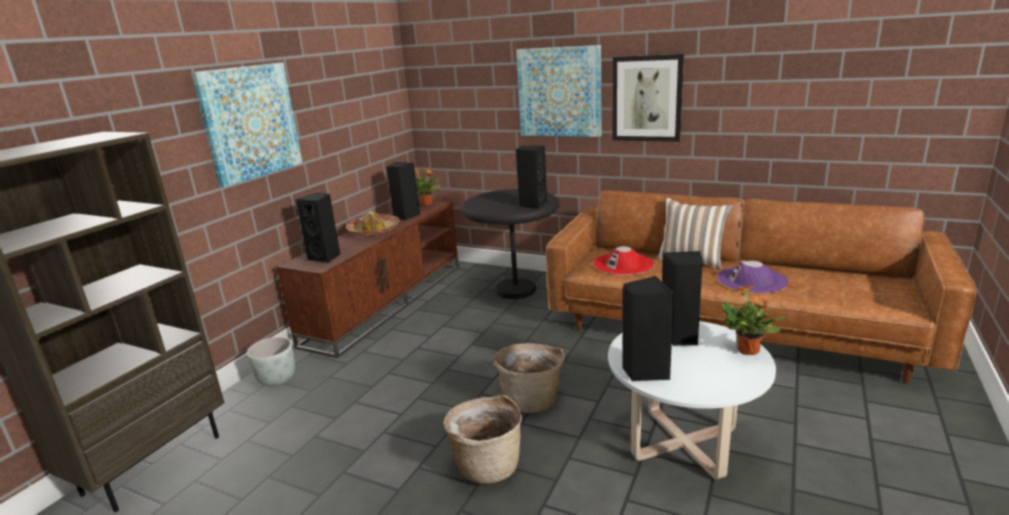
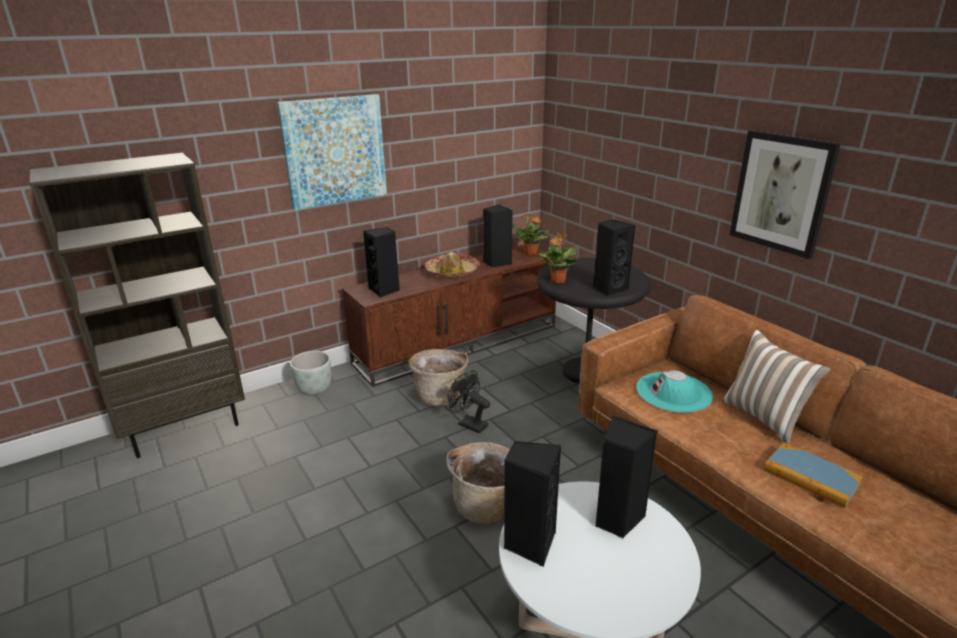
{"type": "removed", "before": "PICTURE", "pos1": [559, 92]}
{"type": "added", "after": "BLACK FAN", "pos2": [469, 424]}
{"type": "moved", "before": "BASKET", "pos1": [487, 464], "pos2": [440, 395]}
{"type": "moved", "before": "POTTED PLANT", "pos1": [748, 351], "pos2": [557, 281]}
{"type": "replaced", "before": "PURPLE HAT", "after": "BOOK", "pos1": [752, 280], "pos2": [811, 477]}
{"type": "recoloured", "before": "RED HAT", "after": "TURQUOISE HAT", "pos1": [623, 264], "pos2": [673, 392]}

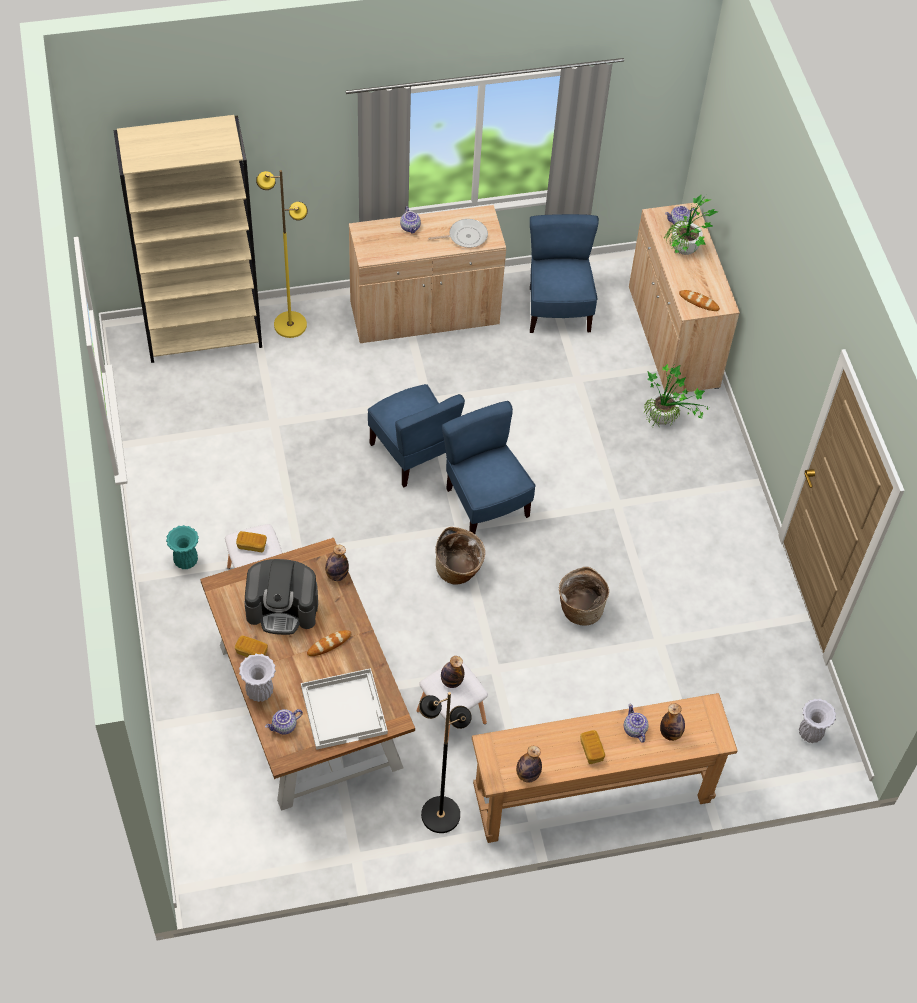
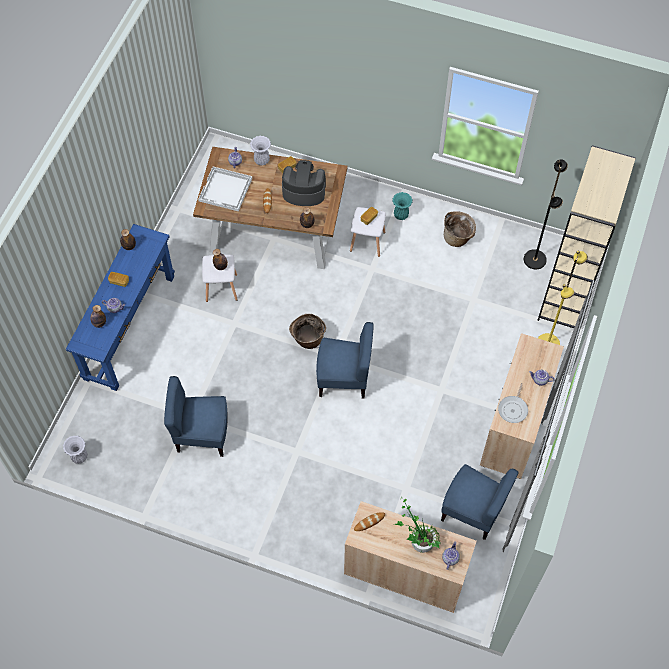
{"type": "removed", "before": "POTTED PLANT", "pos1": [667, 420]}
{"type": "moved", "before": "BLUE CHAIR", "pos1": [413, 454], "pos2": [202, 434]}
{"type": "moved", "before": "BLACK FLOOR LAMP", "pos1": [440, 814], "pos2": [535, 259]}
{"type": "moved", "before": "BASKET", "pos1": [580, 608], "pos2": [458, 238]}
{"type": "recoloured", "before": "BROWN CONSOLE TABLE", "after": "BLUE CONSOLE TABLE", "pos1": [592, 795], "pos2": [130, 327]}
{"type": "turned", "before": "COFFEE MACHINE", "pos1": [283, 608], "pos2": [303, 192], "turn": 60}

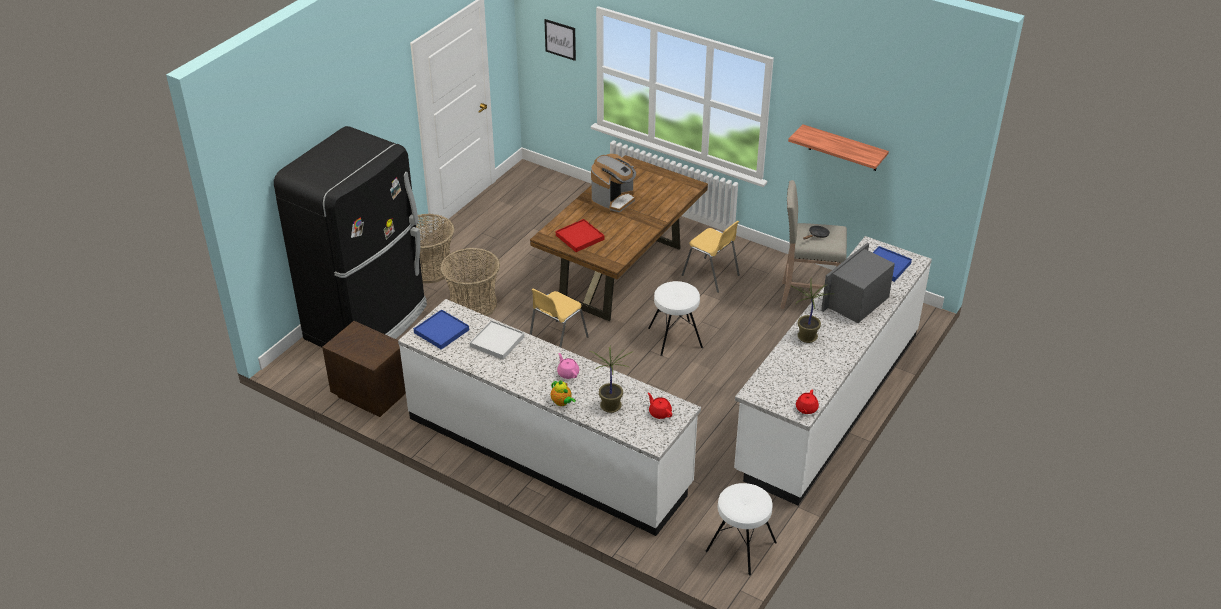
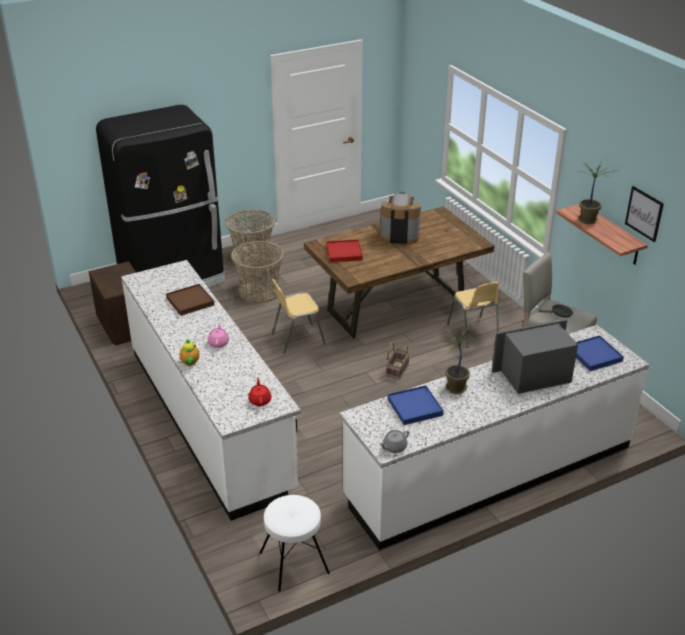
{"type": "moved", "before": "BLUE TRAY", "pos1": [441, 331], "pos2": [415, 407]}
{"type": "moved", "before": "PICTURE", "pos1": [560, 39], "pos2": [644, 213]}
{"type": "moved", "before": "POTTED PLANT", "pos1": [610, 405], "pos2": [587, 220]}
{"type": "replaced", "before": "WHITE STOOL", "after": "BASKET", "pos1": [675, 338], "pos2": [397, 370]}
{"type": "recoloured", "before": "WHITE TRAY", "after": "BROWN TRAY", "pos1": [497, 342], "pos2": [190, 301]}
{"type": "recoloured", "before": "RED TEAPOT", "after": "GREY TEAPOT", "pos1": [806, 409], "pos2": [394, 447]}
{"type": "turned", "before": "COFFEE MACHINE", "pos1": [613, 200], "pos2": [399, 235], "turn": -150}

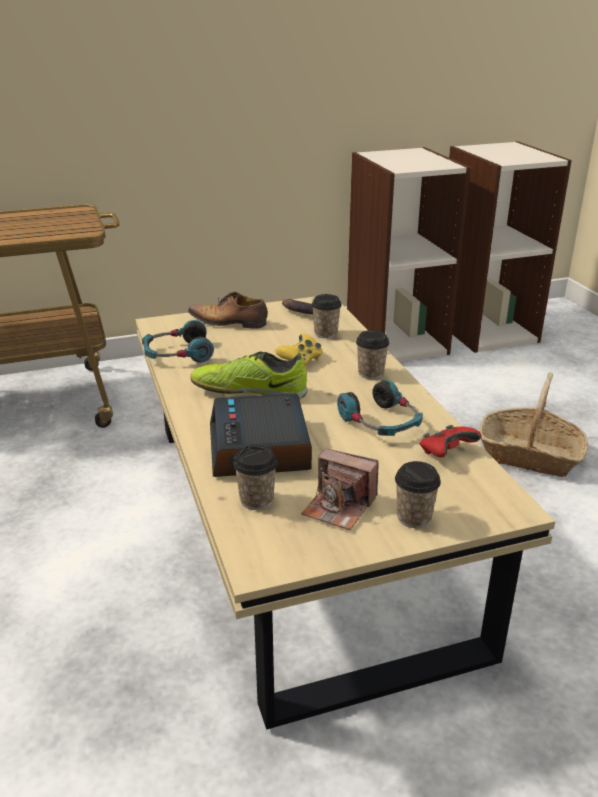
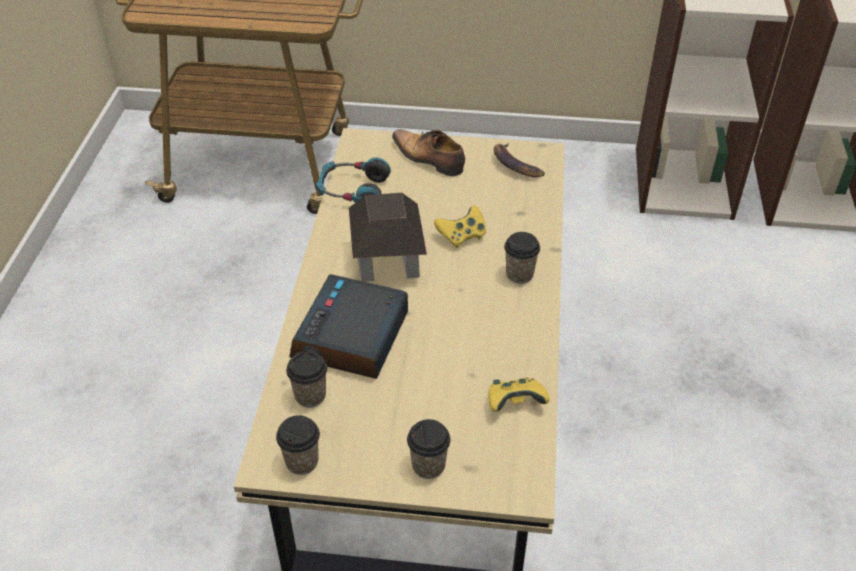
{"type": "removed", "before": "PHOTO CAMERA", "pos1": [339, 507]}
{"type": "removed", "before": "HEADPHONES", "pos1": [381, 422]}
{"type": "removed", "before": "BASKET", "pos1": [529, 455]}
{"type": "moved", "before": "CUP", "pos1": [326, 333], "pos2": [302, 461]}
{"type": "replaced", "before": "SHOE", "after": "TOY HOUSE", "pos1": [249, 391], "pos2": [387, 261]}
{"type": "recoloured", "before": "RED GAME CONTROLLER", "after": "YELLOW GAME CONTROLLER", "pos1": [446, 453], "pos2": [515, 403]}

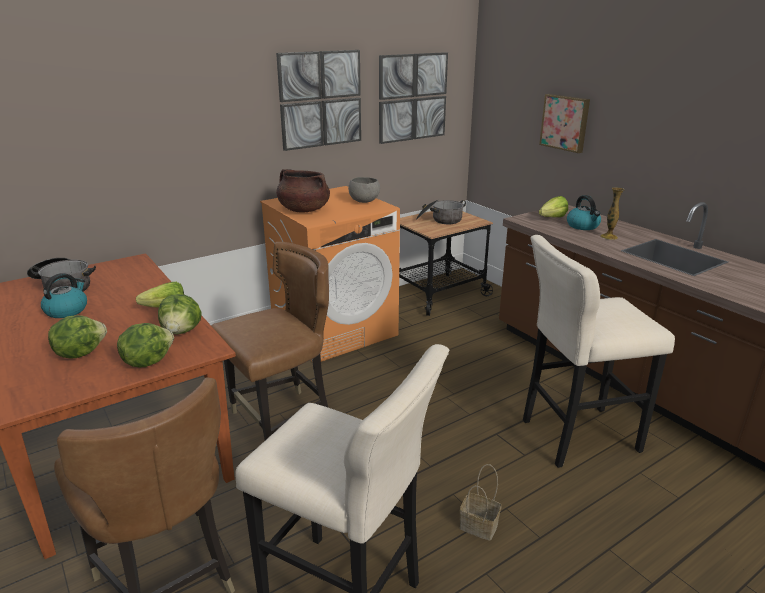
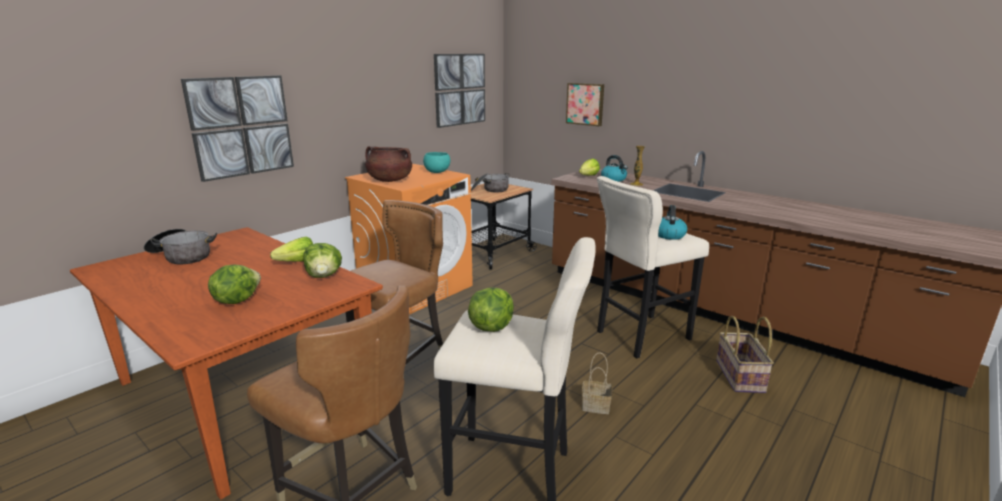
{"type": "added", "after": "BASKET", "pos2": [741, 376]}
{"type": "moved", "before": "KETTLE", "pos1": [67, 310], "pos2": [669, 235]}
{"type": "moved", "before": "LETTUCE", "pos1": [147, 361], "pos2": [491, 326]}
{"type": "moved", "before": "PICTURE", "pos1": [320, 99], "pos2": [241, 126]}
{"type": "recoloured", "before": "GREY BOWL", "after": "TURQUOISE BOWL", "pos1": [364, 201], "pos2": [437, 172]}

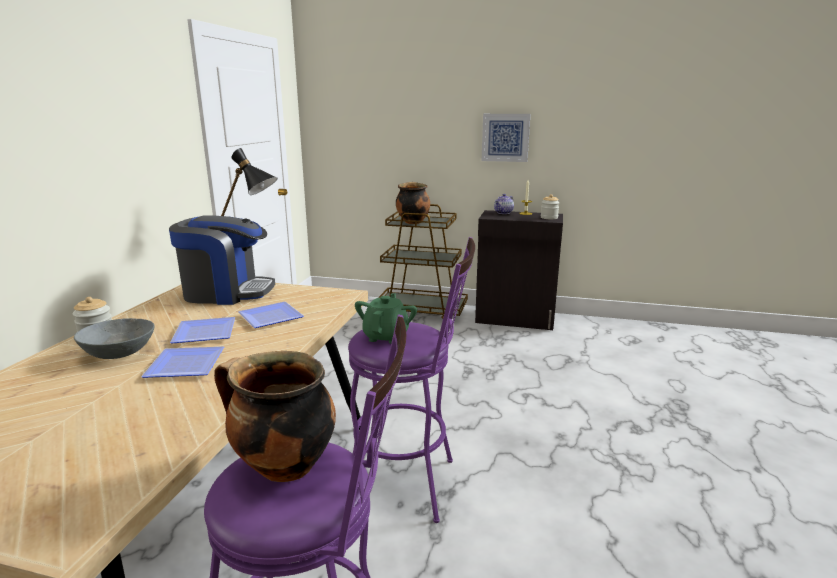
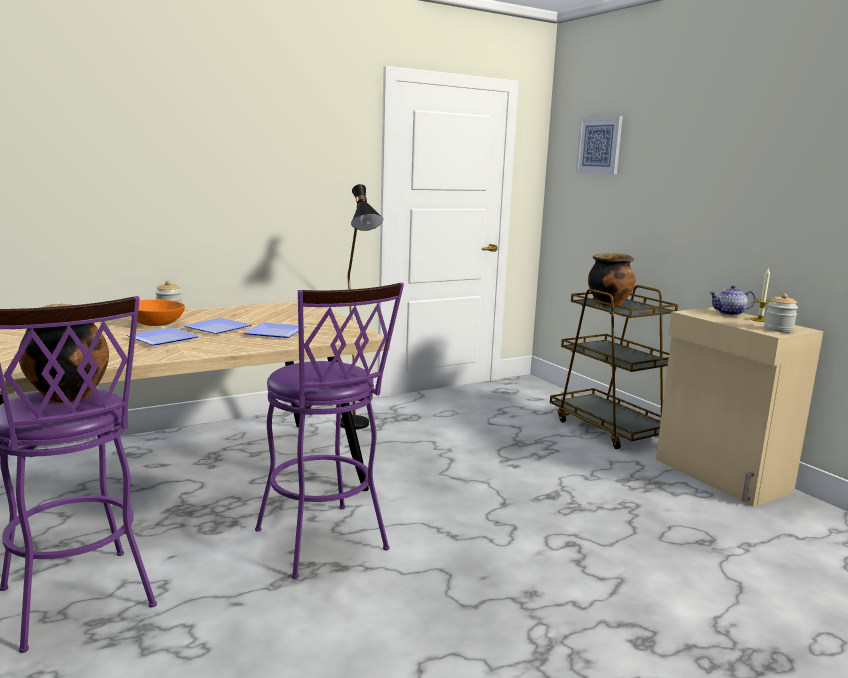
{"type": "removed", "before": "COFFEE MACHINE", "pos1": [227, 292]}
{"type": "removed", "before": "GREEN TEAPOT", "pos1": [386, 336]}
{"type": "moved", "before": "PICTURE", "pos1": [505, 137], "pos2": [599, 145]}
{"type": "recoloured", "before": "GREY BOWL", "after": "ORANGE BOWL", "pos1": [119, 353], "pos2": [155, 324]}
{"type": "recoloured", "before": "BLACK CABINET", "after": "BEIGE CABINET", "pos1": [515, 319], "pos2": [721, 476]}

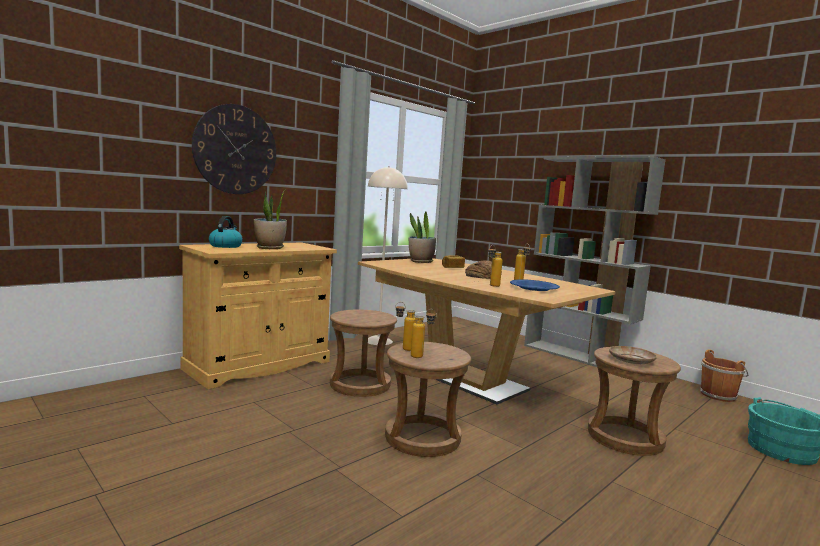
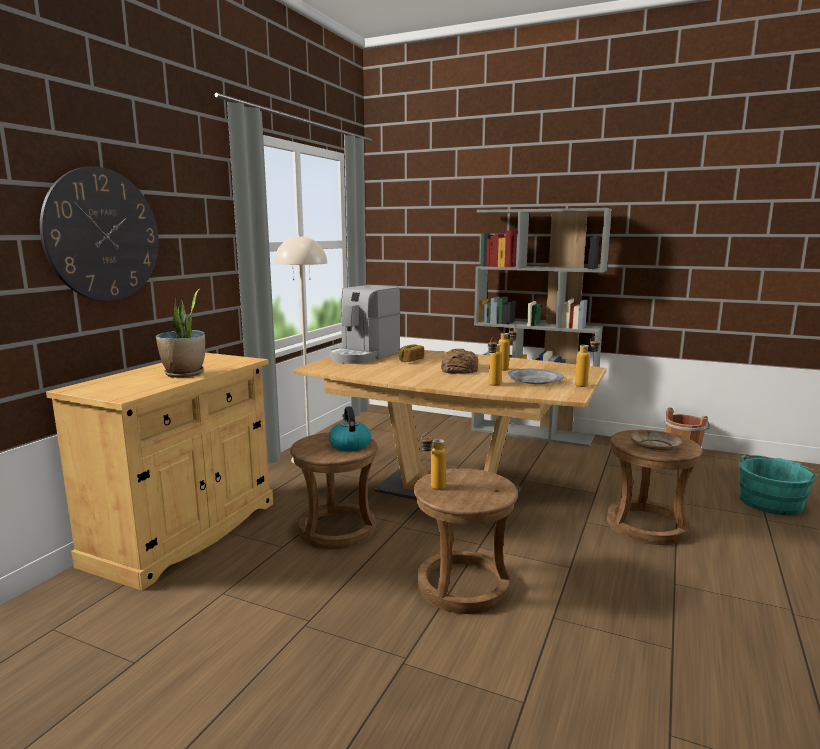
{"type": "moved", "before": "KETTLE", "pos1": [225, 246], "pos2": [349, 445]}
{"type": "moved", "before": "BOTTLE", "pos1": [421, 357], "pos2": [586, 385]}
{"type": "replaced", "before": "POTTED PLANT", "after": "COFFEE MACHINE", "pos1": [421, 262], "pos2": [363, 356]}
{"type": "recoloured", "before": "BLUE PLATE", "after": "GREY PLATE", "pos1": [533, 288], "pos2": [534, 380]}

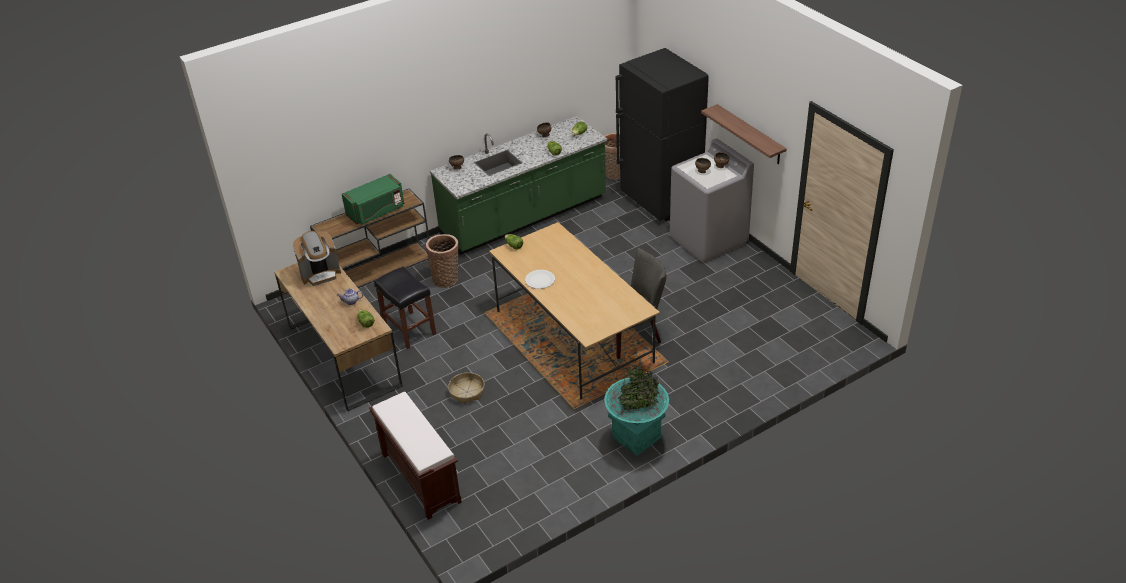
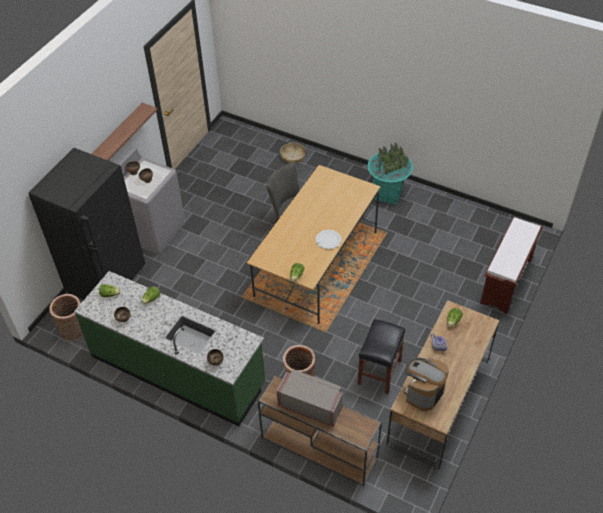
{"type": "moved", "before": "BASKET", "pos1": [467, 392], "pos2": [293, 156]}
{"type": "recoloured", "before": "GREEN MICROWAVE", "after": "GREY MICROWAVE", "pos1": [376, 212], "pos2": [311, 405]}
{"type": "turned", "before": "COFFEE MACHINE", "pos1": [320, 274], "pos2": [423, 392], "turn": -90}

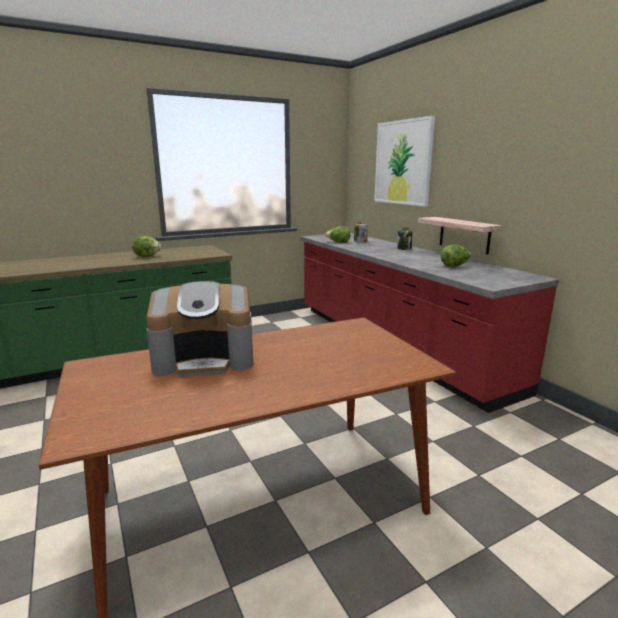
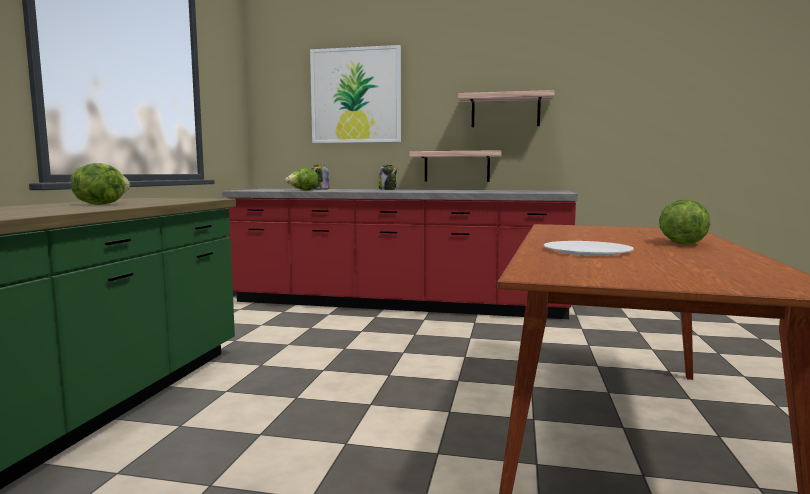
{"type": "added", "after": "SHELF", "pos2": [505, 111]}
{"type": "moved", "before": "LETTUCE", "pos1": [455, 266], "pos2": [680, 243]}
{"type": "replaced", "before": "COFFEE MACHINE", "after": "WHITE PLATE", "pos1": [205, 359], "pos2": [587, 251]}

